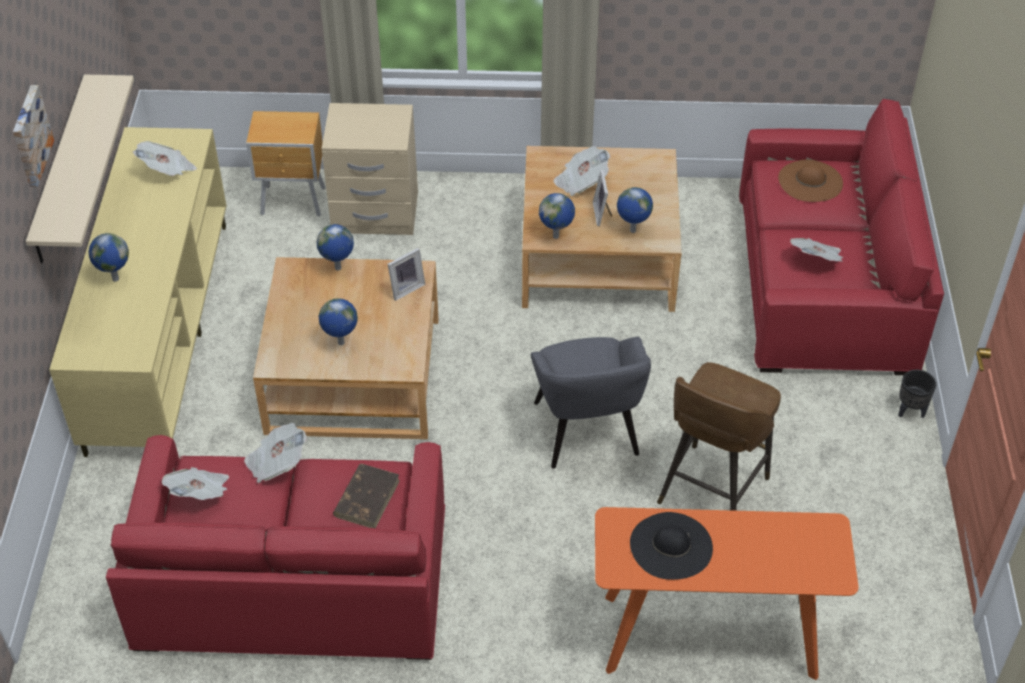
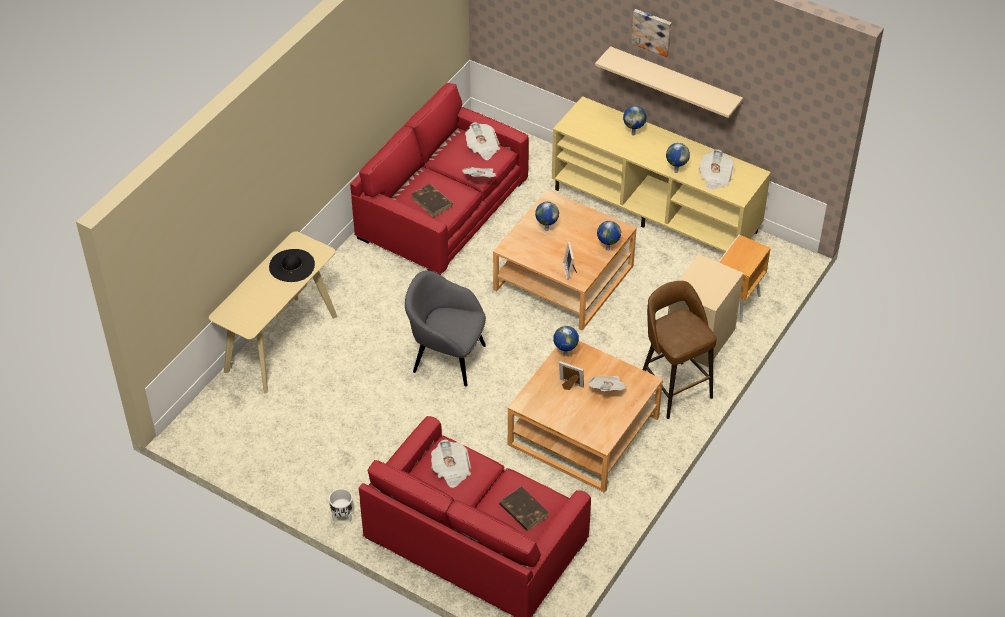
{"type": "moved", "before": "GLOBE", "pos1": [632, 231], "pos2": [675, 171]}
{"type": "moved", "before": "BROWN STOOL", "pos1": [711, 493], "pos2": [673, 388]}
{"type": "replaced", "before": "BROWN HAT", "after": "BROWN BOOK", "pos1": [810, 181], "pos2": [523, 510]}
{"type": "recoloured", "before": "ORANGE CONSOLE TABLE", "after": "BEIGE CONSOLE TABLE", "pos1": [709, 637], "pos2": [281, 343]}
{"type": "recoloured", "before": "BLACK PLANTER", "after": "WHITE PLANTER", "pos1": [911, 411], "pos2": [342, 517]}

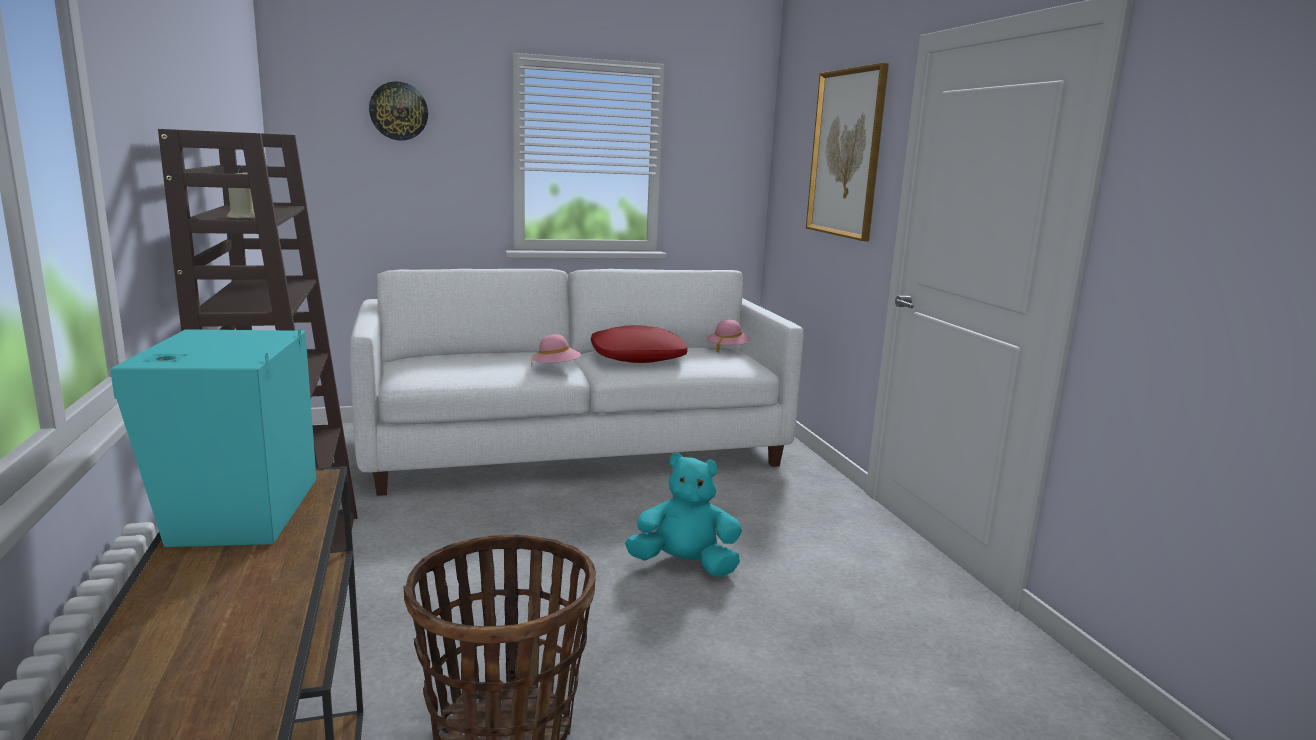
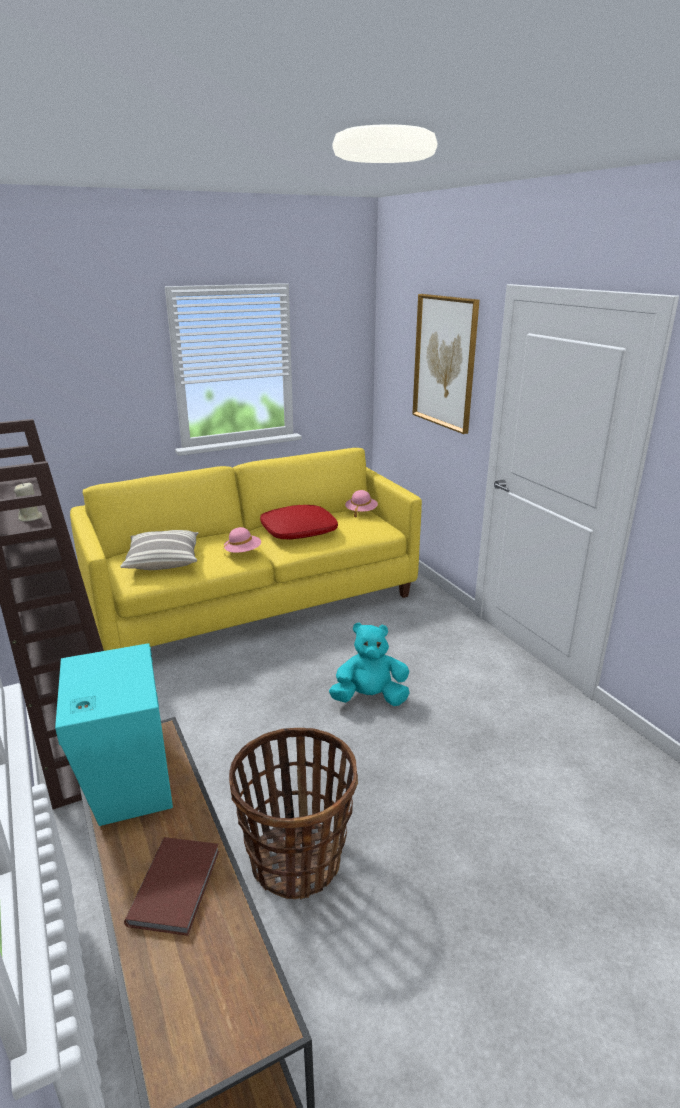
{"type": "removed", "before": "WALL CLOCK", "pos1": [399, 111]}
{"type": "added", "after": "PILLOW", "pos2": [163, 561]}
{"type": "added", "after": "BROWN BOOK", "pos2": [178, 886]}
{"type": "recoloured", "before": "WHITE SOFA", "after": "YELLOW SOFA", "pos1": [576, 449], "pos2": [256, 602]}

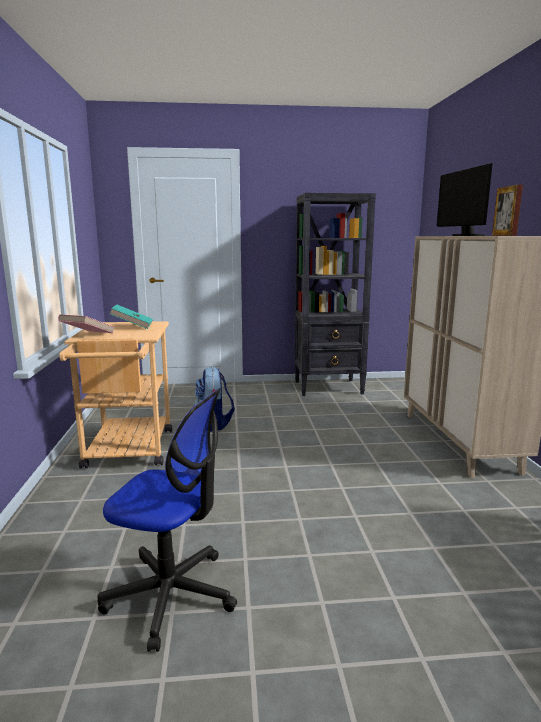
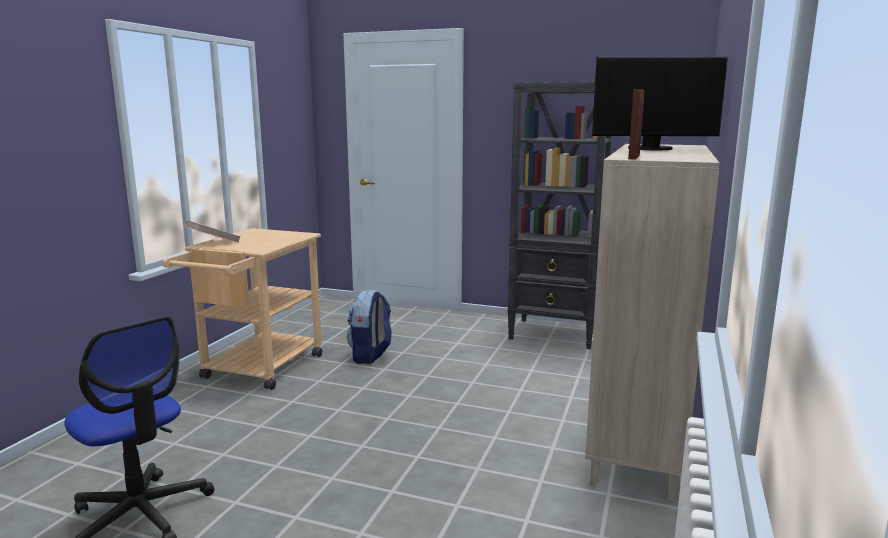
{"type": "removed", "before": "TURQUOISE BOOK", "pos1": [132, 327]}
{"type": "turned", "before": "MONITOR", "pos1": [465, 235], "pos2": [651, 149], "turn": -105}

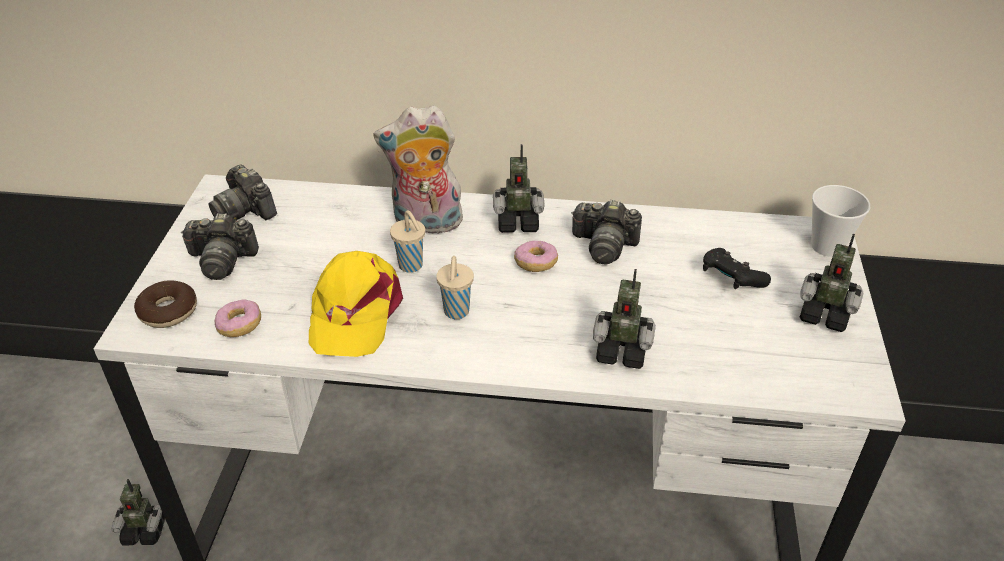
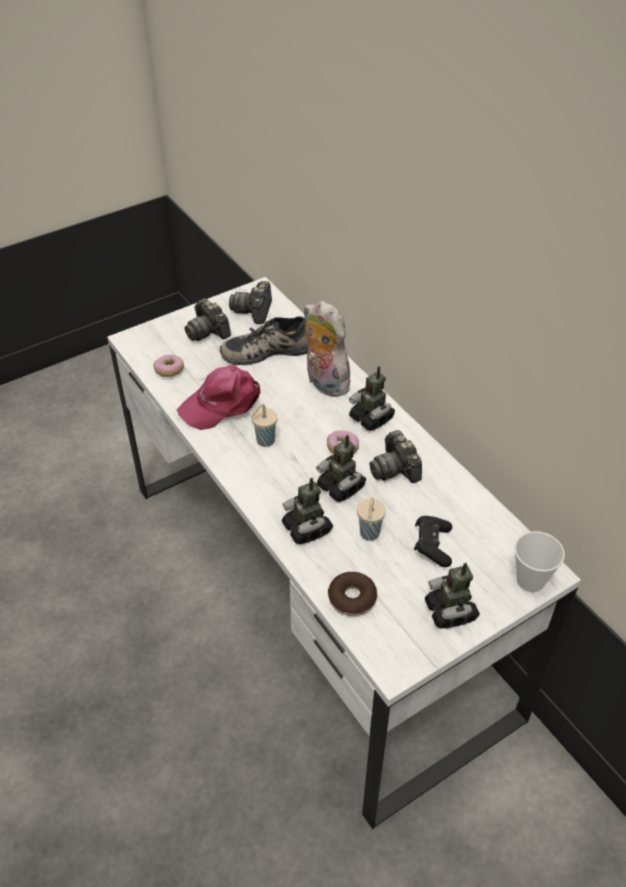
{"type": "added", "after": "SHOE", "pos2": [268, 349]}
{"type": "moved", "before": "TOY ROBOT", "pos1": [145, 530], "pos2": [341, 487]}
{"type": "moved", "before": "DONUT", "pos1": [168, 311], "pos2": [352, 598]}
{"type": "moved", "before": "BEIGE CUP", "pos1": [411, 266], "pos2": [369, 534]}
{"type": "recoloured", "before": "YELLOW CAP", "after": "PINK CAP", "pos1": [354, 312], "pos2": [222, 403]}

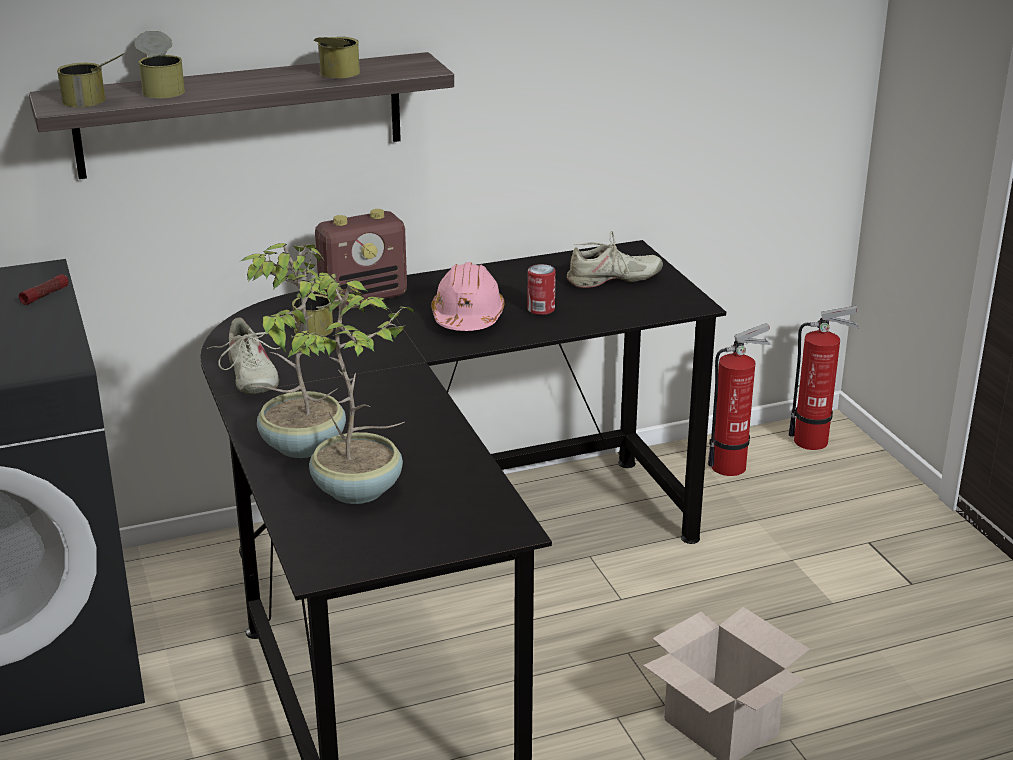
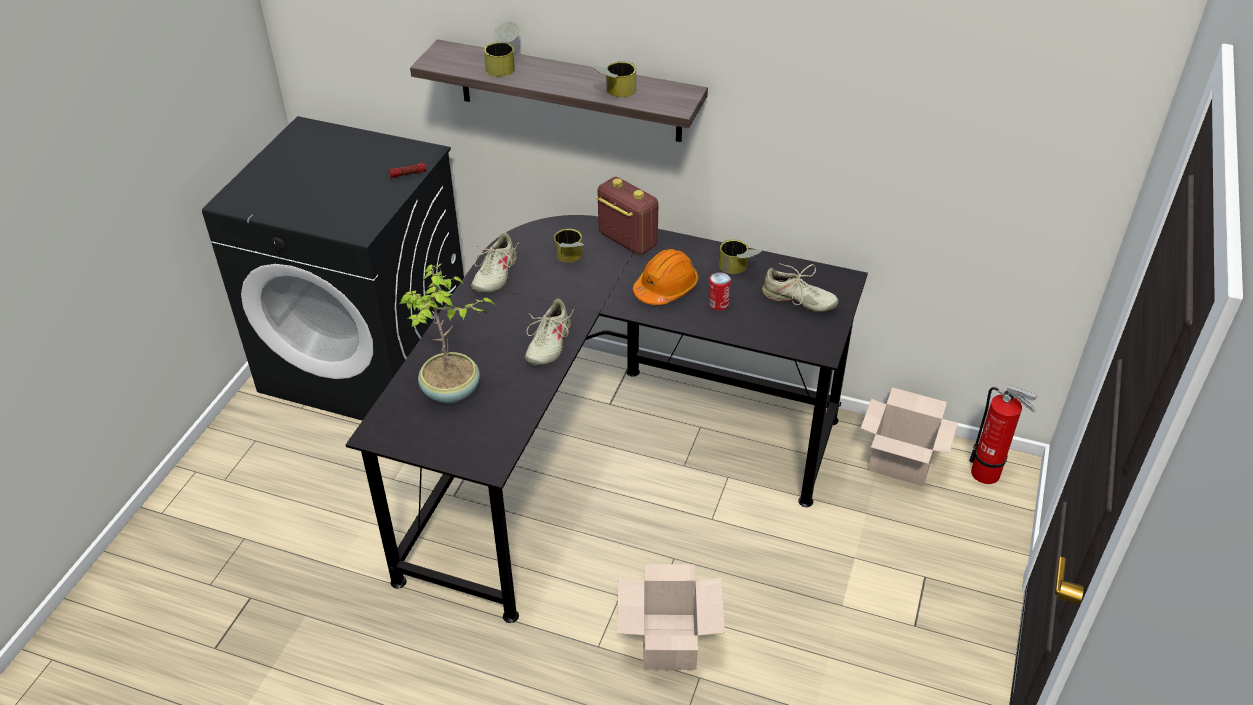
{"type": "removed", "before": "POTTED PLANT", "pos1": [300, 446]}
{"type": "added", "after": "BEIGE SHOE", "pos2": [548, 344]}
{"type": "moved", "before": "CAN", "pos1": [96, 102], "pos2": [738, 269]}
{"type": "replaced", "before": "FIRE EXTINGUISHER", "after": "CARDBOARD BOX", "pos1": [733, 466], "pos2": [902, 462]}
{"type": "recoloured", "before": "PINK HARD HAT", "after": "ORANGE HARD HAT", "pos1": [467, 317], "pos2": [666, 288]}
{"type": "turned", "before": "RADIO", "pos1": [364, 297], "pos2": [627, 240], "turn": -150}

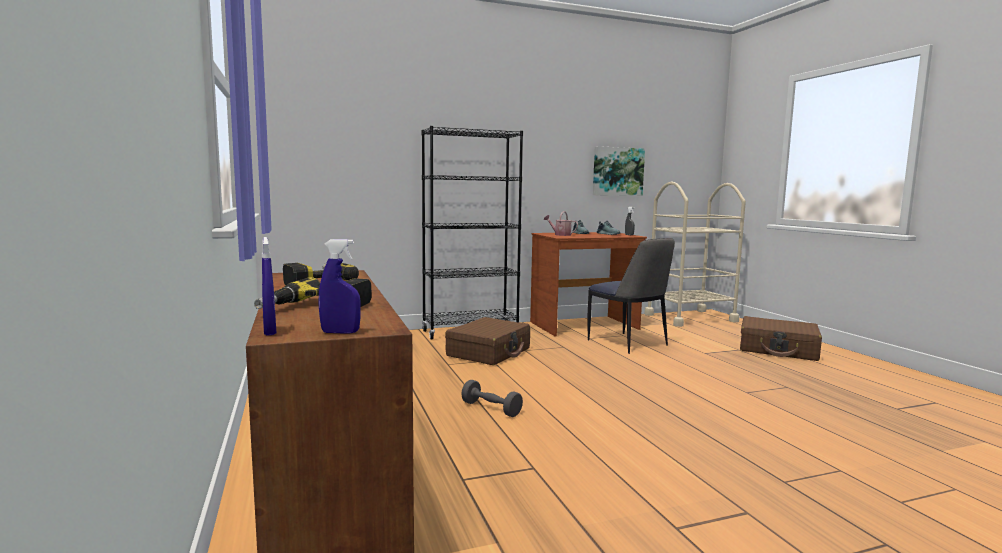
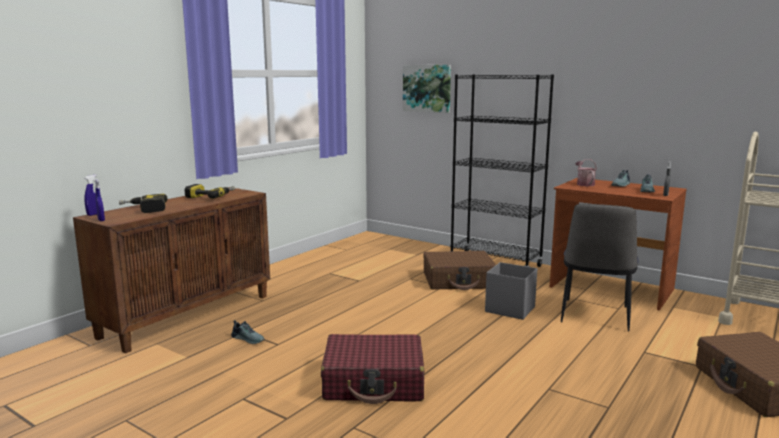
{"type": "removed", "before": "GREY DUMBBELL", "pos1": [491, 409]}
{"type": "added", "after": "SHOE", "pos2": [248, 339]}
{"type": "added", "after": "RED SUITCASE", "pos2": [374, 382]}
{"type": "added", "after": "GREY STORAGE BOX", "pos2": [509, 309]}
{"type": "moved", "before": "PICTURE", "pos1": [617, 171], "pos2": [427, 88]}

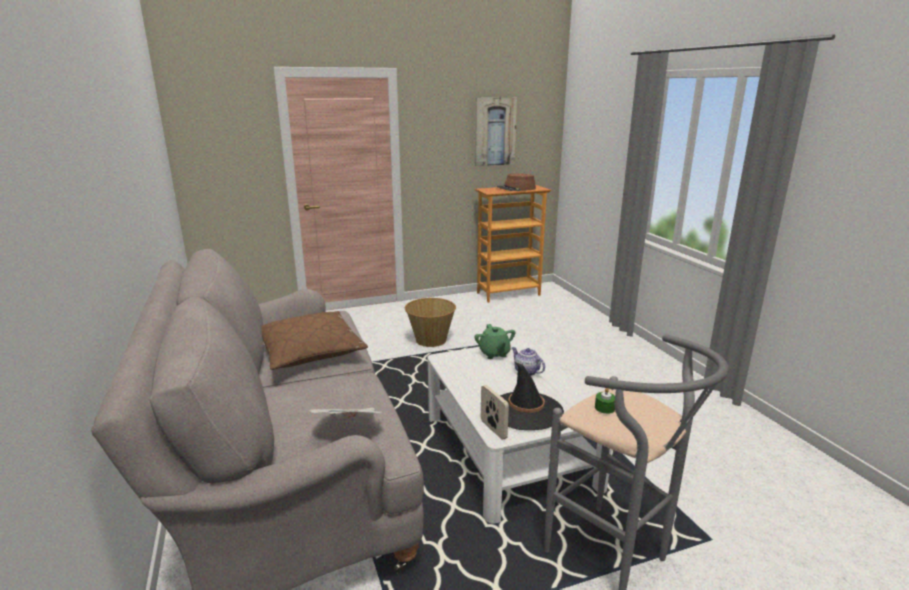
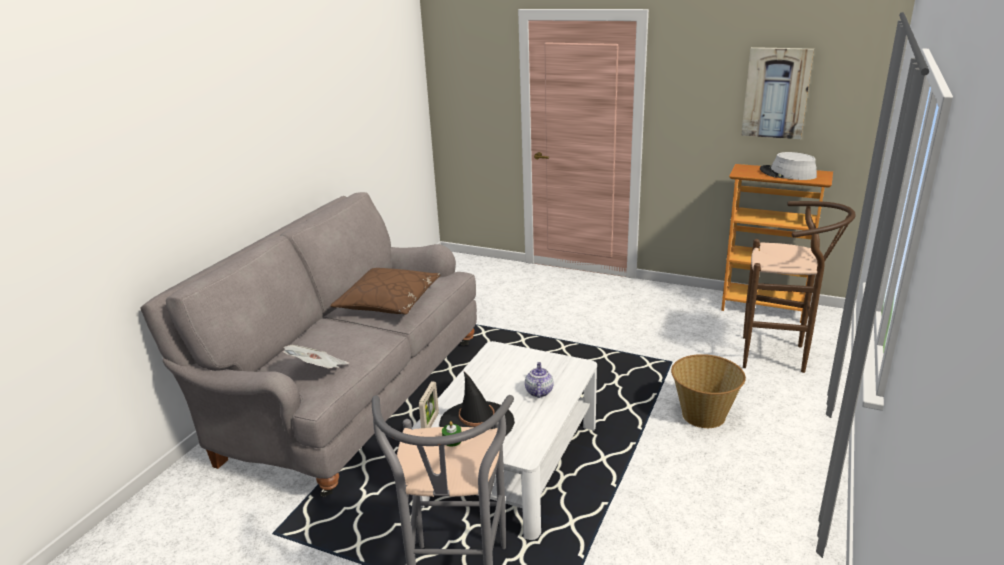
{"type": "removed", "before": "GREEN TEAPOT", "pos1": [494, 353]}
{"type": "added", "after": "BROWN STOOL", "pos2": [780, 356]}
{"type": "moved", "before": "BASKET", "pos1": [430, 340], "pos2": [703, 414]}
{"type": "recoloured", "before": "BROWN HAT", "after": "GREY HAT", "pos1": [516, 188], "pos2": [787, 173]}

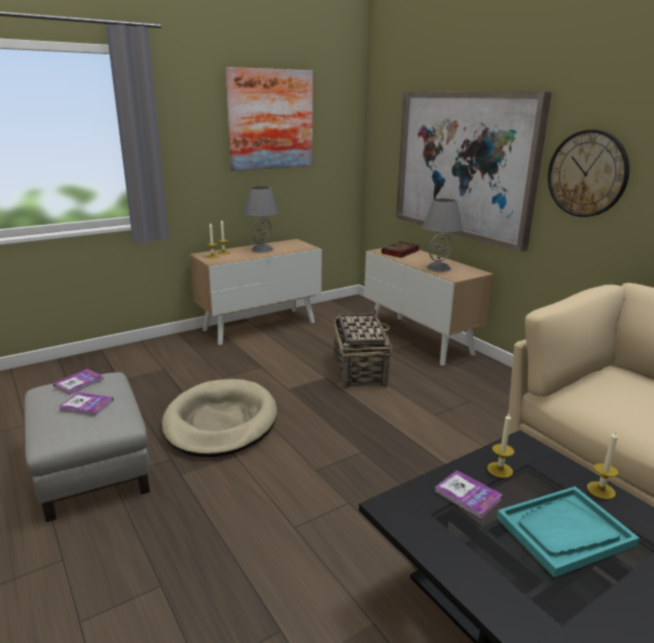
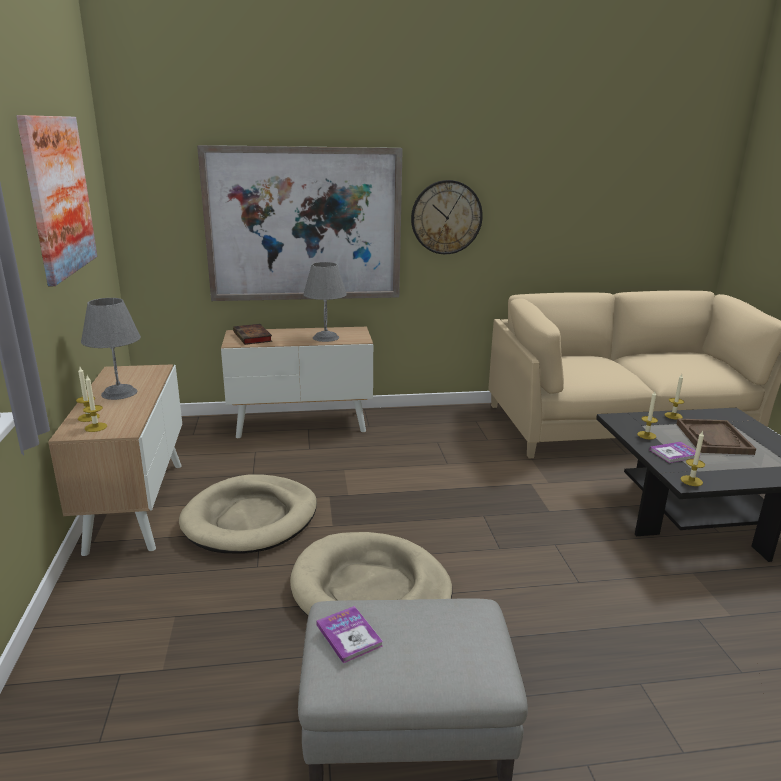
{"type": "removed", "before": "BOOK", "pos1": [86, 405]}
{"type": "removed", "before": "BASKET", "pos1": [359, 370]}
{"type": "added", "after": "BEIGE DOG BED", "pos2": [251, 518]}
{"type": "added", "after": "CANDLE", "pos2": [691, 481]}
{"type": "recoloured", "before": "TURQUOISE TRAY", "after": "BROWN TRAY", "pos1": [564, 532], "pos2": [714, 438]}

